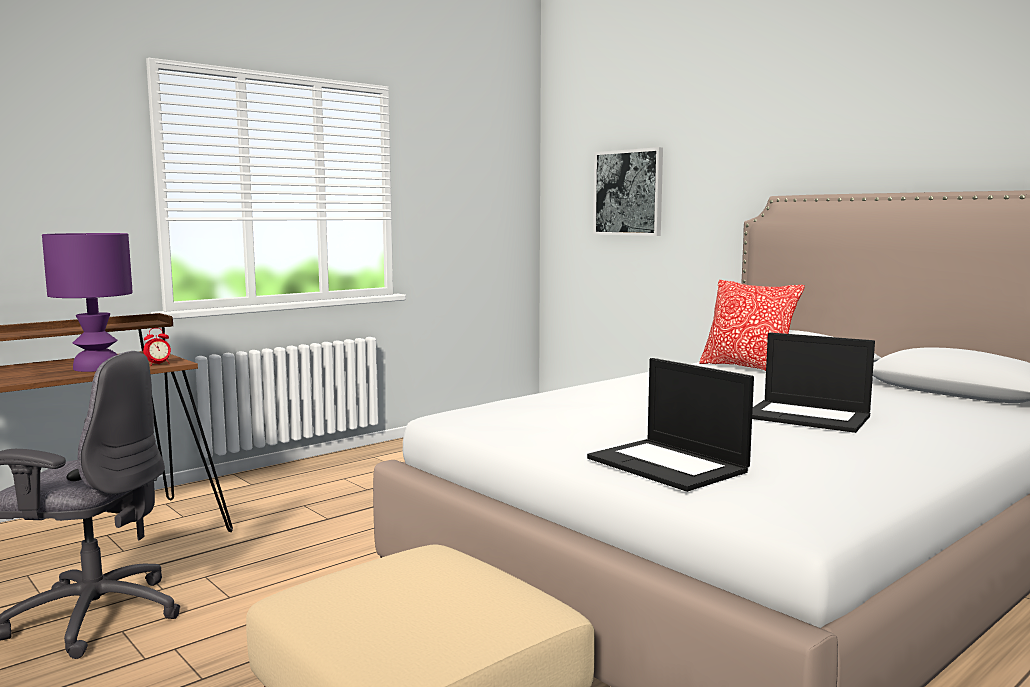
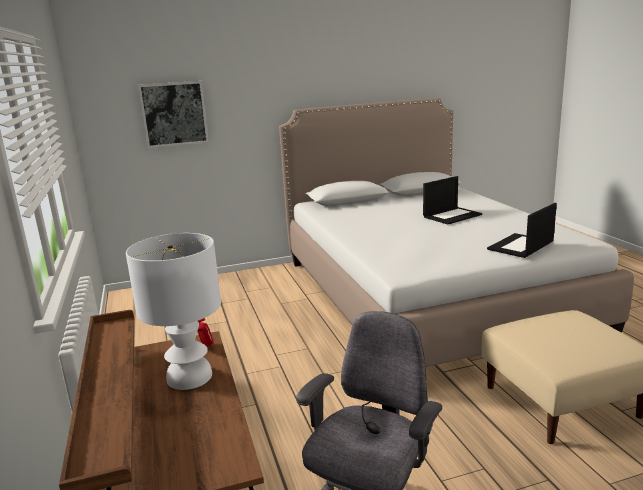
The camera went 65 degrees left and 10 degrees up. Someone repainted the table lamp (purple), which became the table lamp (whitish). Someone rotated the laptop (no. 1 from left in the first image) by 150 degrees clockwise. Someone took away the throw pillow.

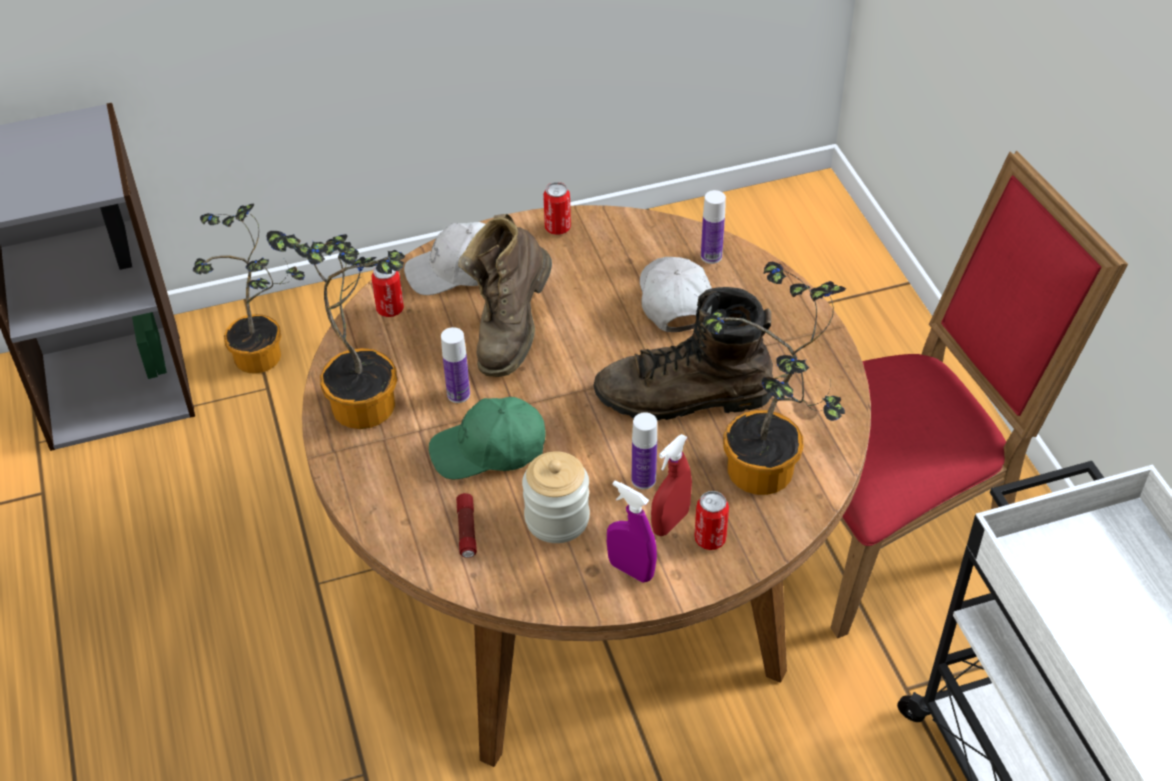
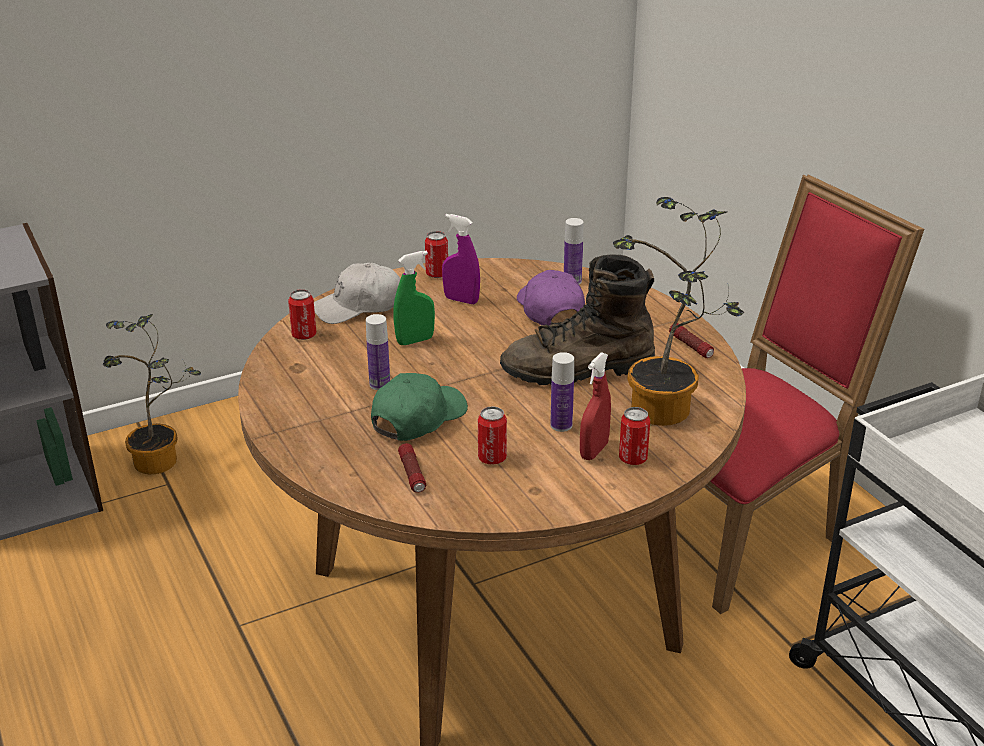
The camera went 10 degrees left and 15 degrees down. Someone rotated the cap (green-coloured) by 150 degrees clockwise. Someone swapped the high-top boot (brown-coloured) (no. 1 from left) for the spray bottle (green-coloured). Someone carried the spray bottle (purple). Someone swapped the preserve jar for the can (no. 3 from left). Someone repainted the cap (whitish) (no. 2 from left), which became the cap (purple). Someone put down the torch (no. 2 from left). Someone took away the plant in a pot (no. 2 from left).

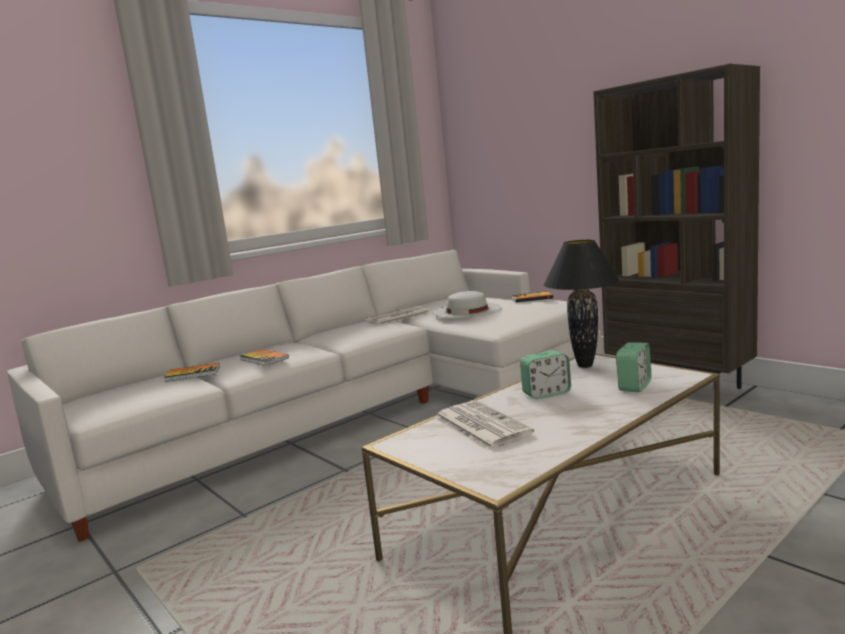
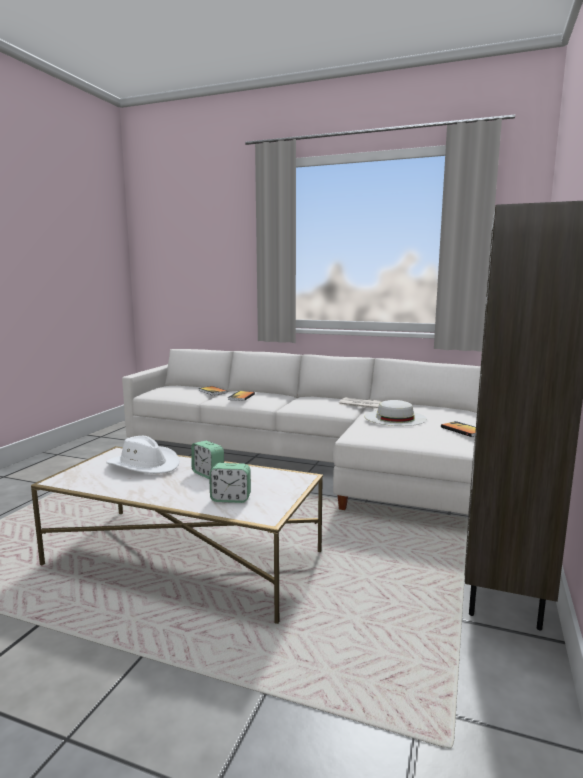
The camera went 60 degrees right and 0 degrees up. Someone swapped the daily paper (no. 2 from left) for the hat (whitish) (no. 1 from left). Someone took away the table lamp (black).

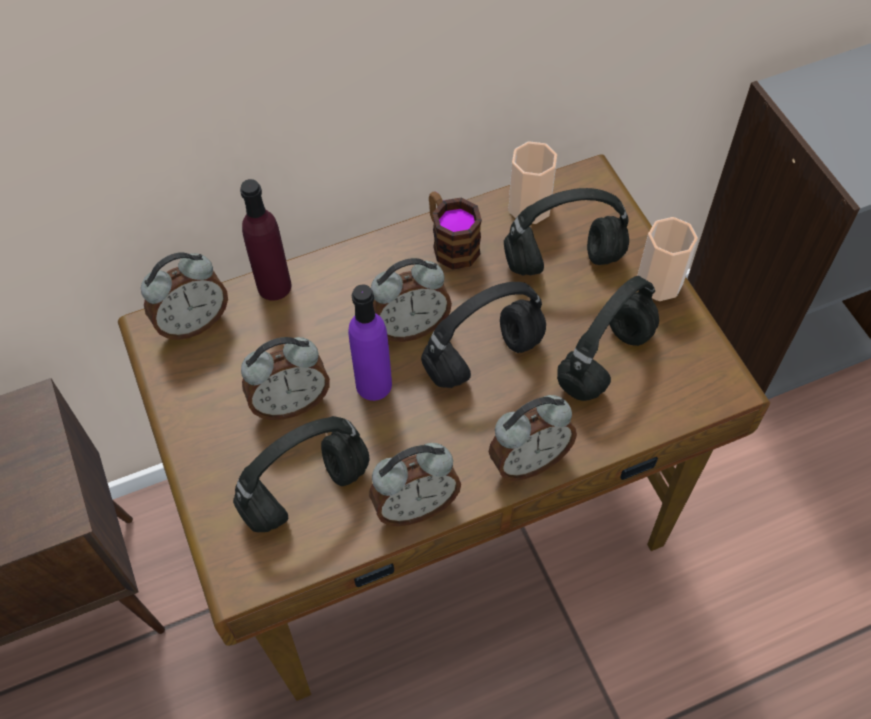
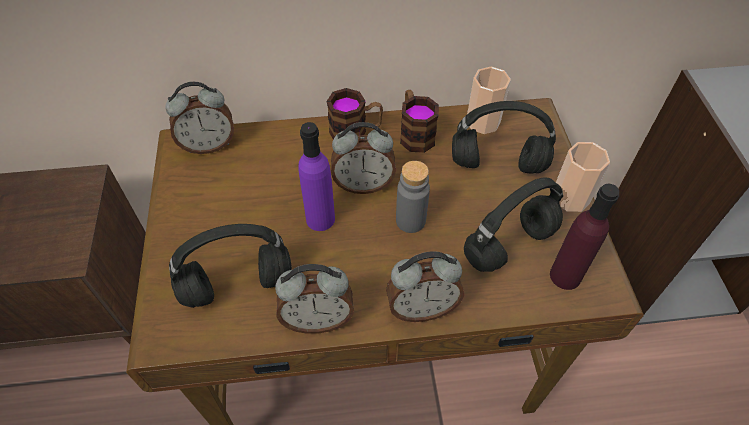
The camera went 15 degrees right and 5 degrees down. Someone put down the mug (no. 1 from left). Someone swapped the pair of headphones (black) (no. 2 from left) for the drink bottle (greyish). Someone carried the drink bottle (purple) (no. 1 from left in the first image). Someone took away the alarm clock (no. 2 from left).

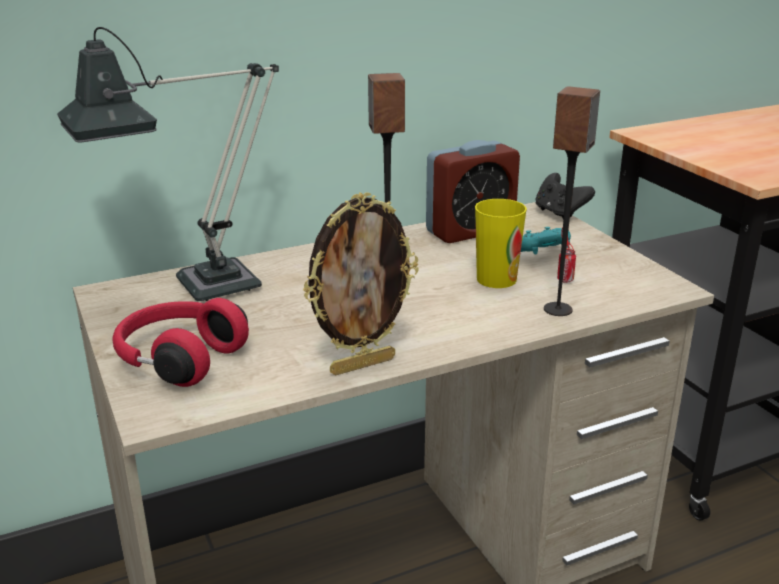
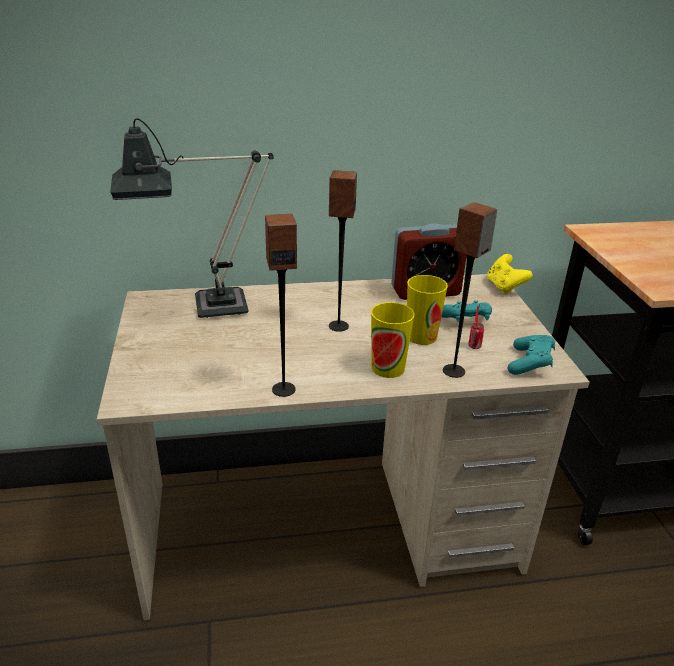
The camera went 15 degrees right and 5 degrees up. Someone swapped the photo frame for the audio speaker (no. 1 from left). Someone put down the small cup (no. 1 from left). Someone repainted the gamepad (black), which became the gamepad (yellow). Someone put down the gamepad (turquoise) (no. 2 from left). Someone took away the pair of headphones (red-coloured).

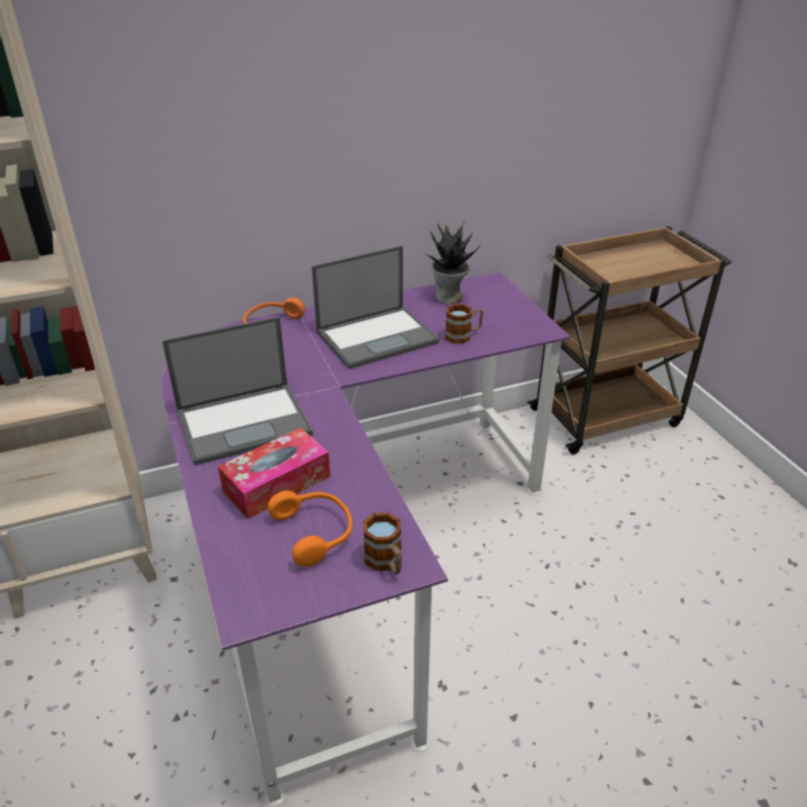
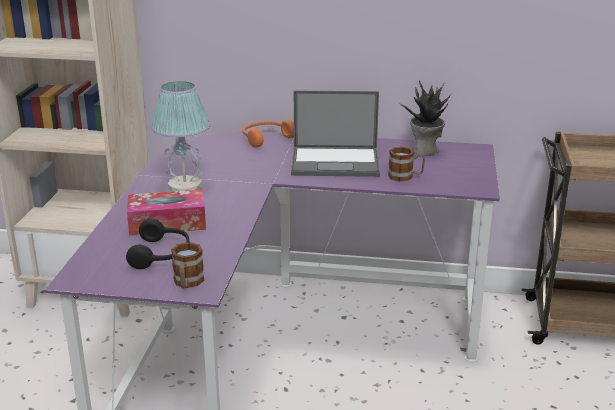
The camera went 30 degrees right and 10 degrees down. Someone repainted the pair of headphones (orange) (no. 2 from left), which became the pair of headphones (black). Someone swapped the laptop (no. 1 from left) for the table lamp.

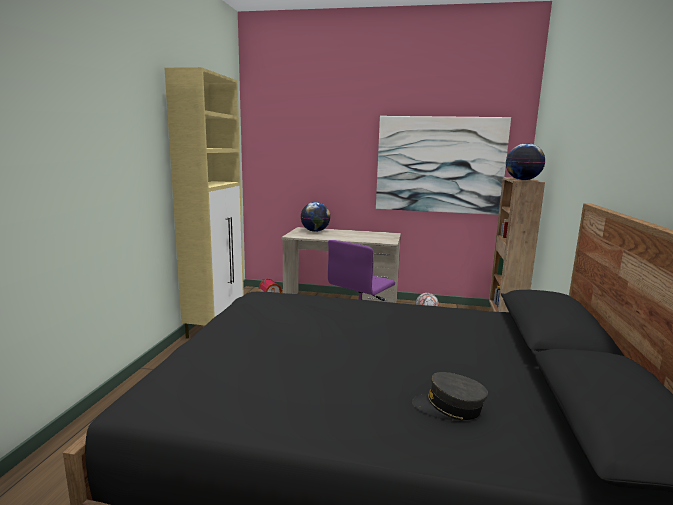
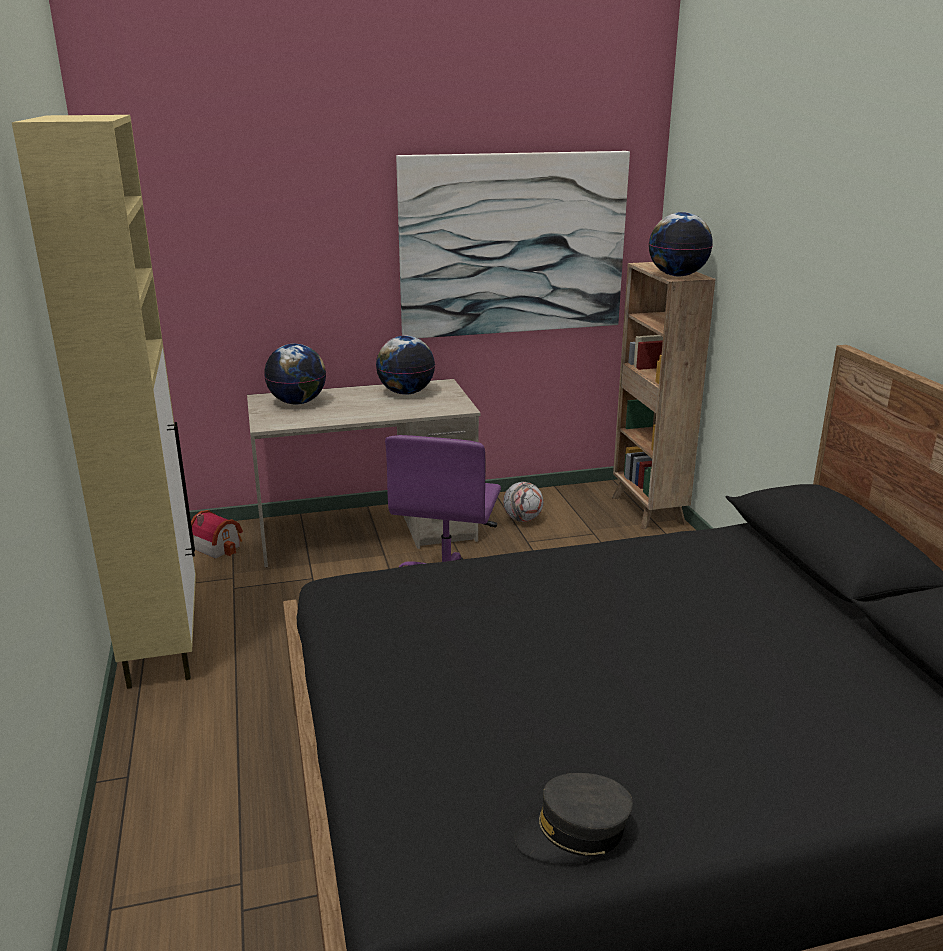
The camera went 25 degrees left and 10 degrees up. Someone put down the desk globe (no. 2 from left). Someone carried the cap (greyish).

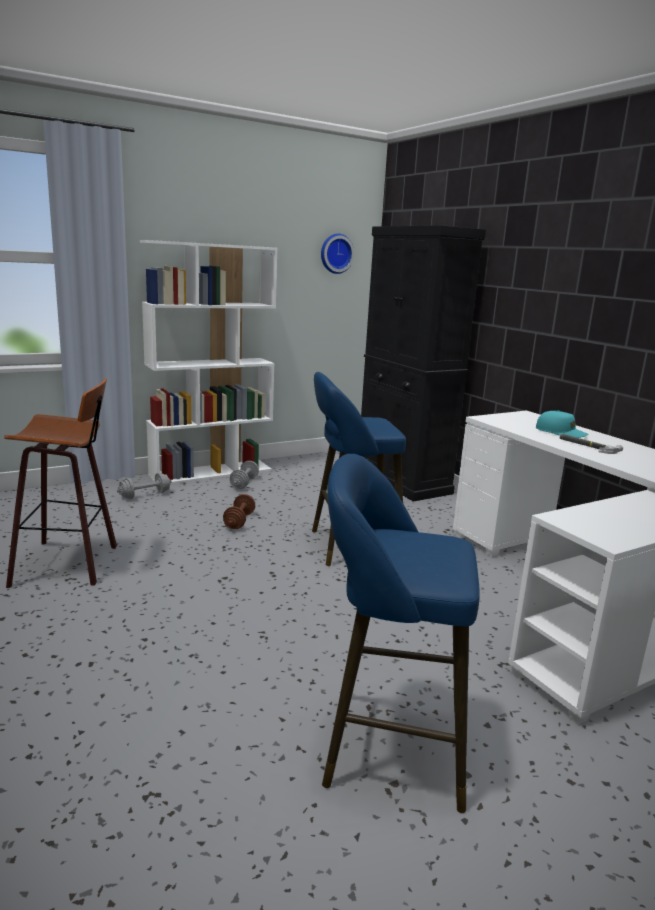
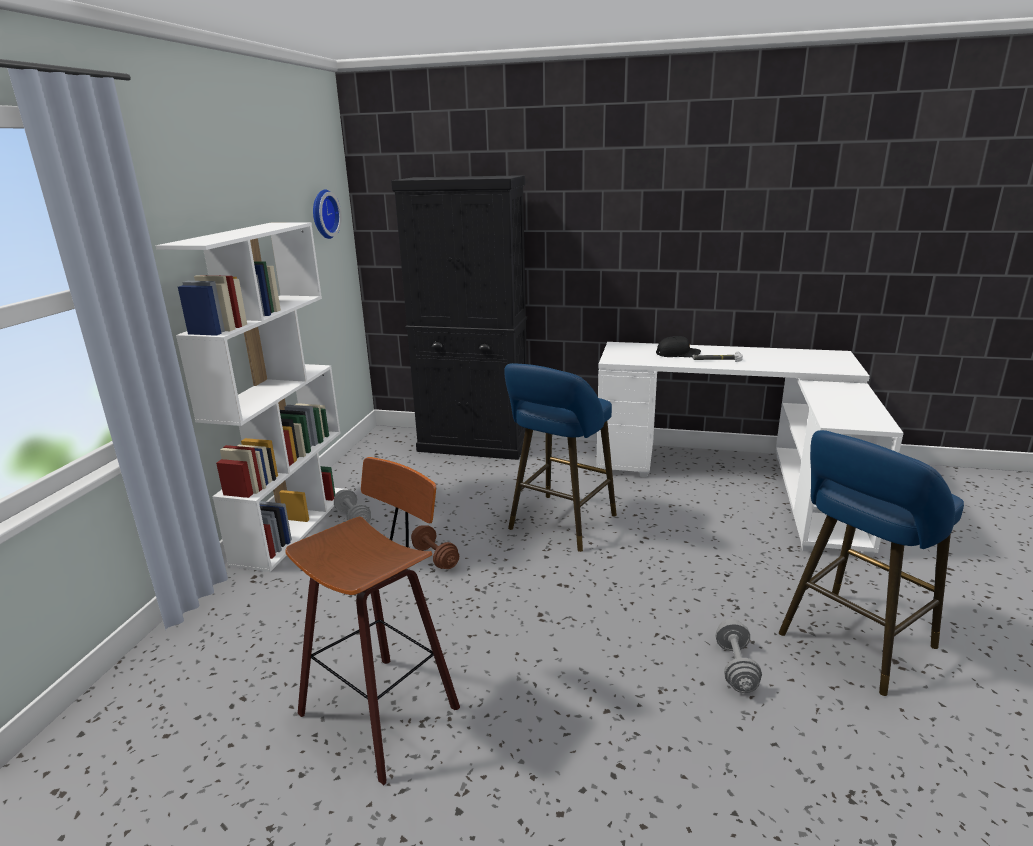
The camera went 45 degrees left and 5 degrees up. Someone repainted the cap (turquoise), which became the cap (black). Someone carried the free weight (greyish) (no. 1 from left in the first image).

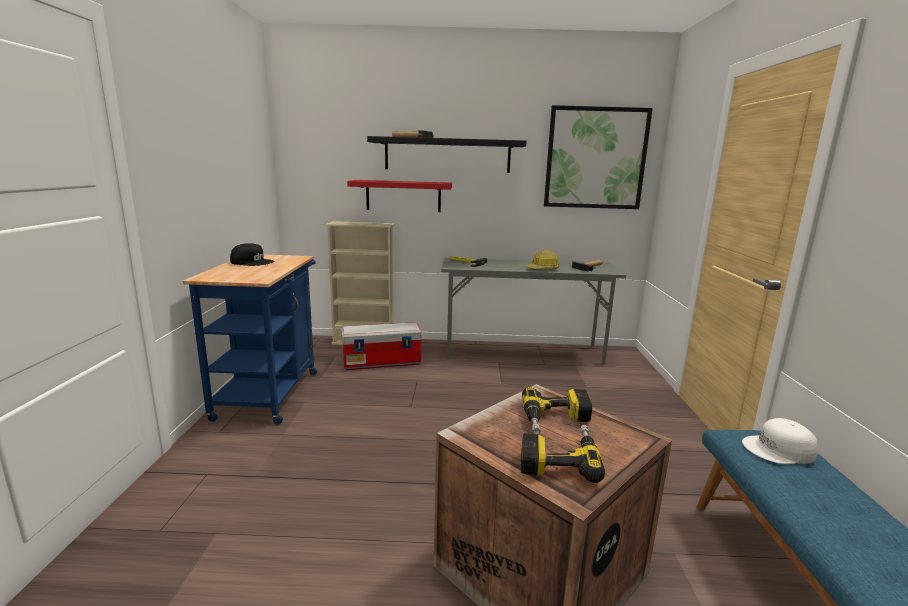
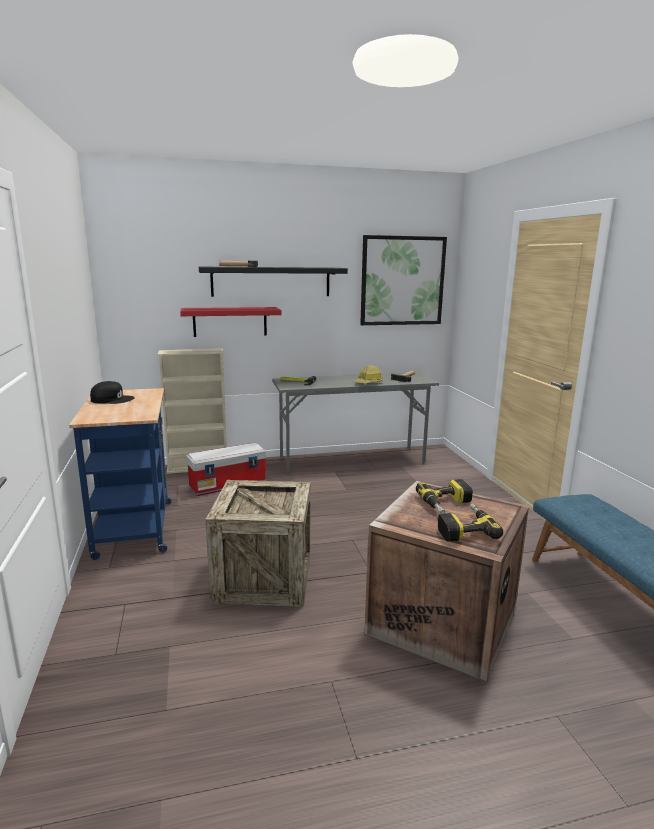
The camera went 15 degrees left and 0 degrees up. Someone put down the packing crate (no. 1 from left). Someone took away the cap (whitish).

